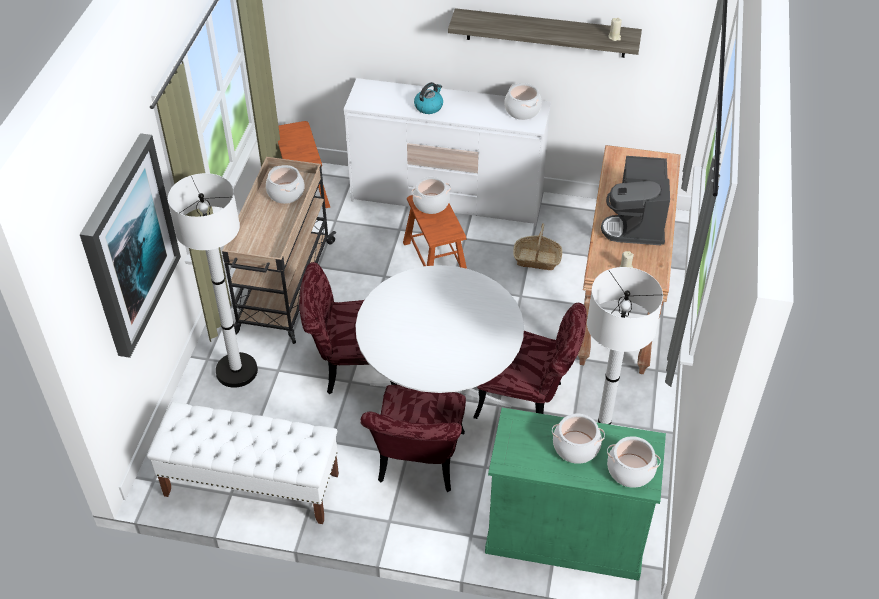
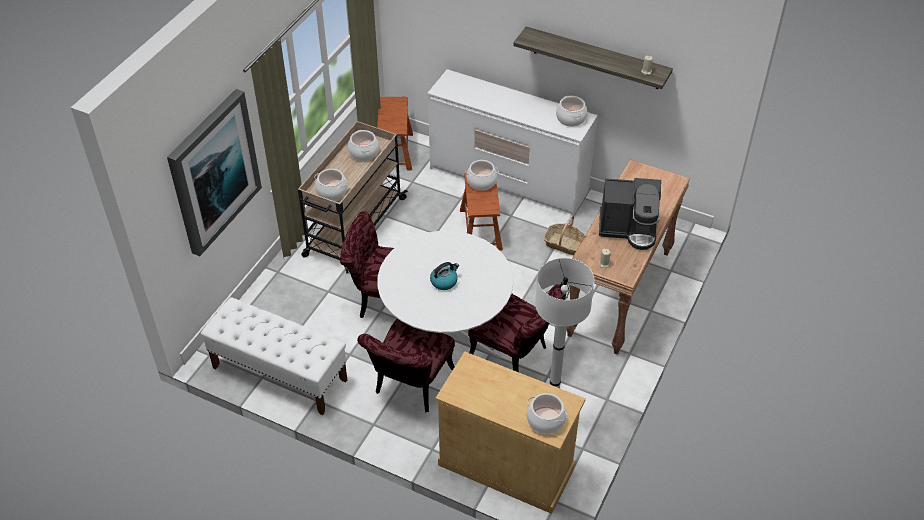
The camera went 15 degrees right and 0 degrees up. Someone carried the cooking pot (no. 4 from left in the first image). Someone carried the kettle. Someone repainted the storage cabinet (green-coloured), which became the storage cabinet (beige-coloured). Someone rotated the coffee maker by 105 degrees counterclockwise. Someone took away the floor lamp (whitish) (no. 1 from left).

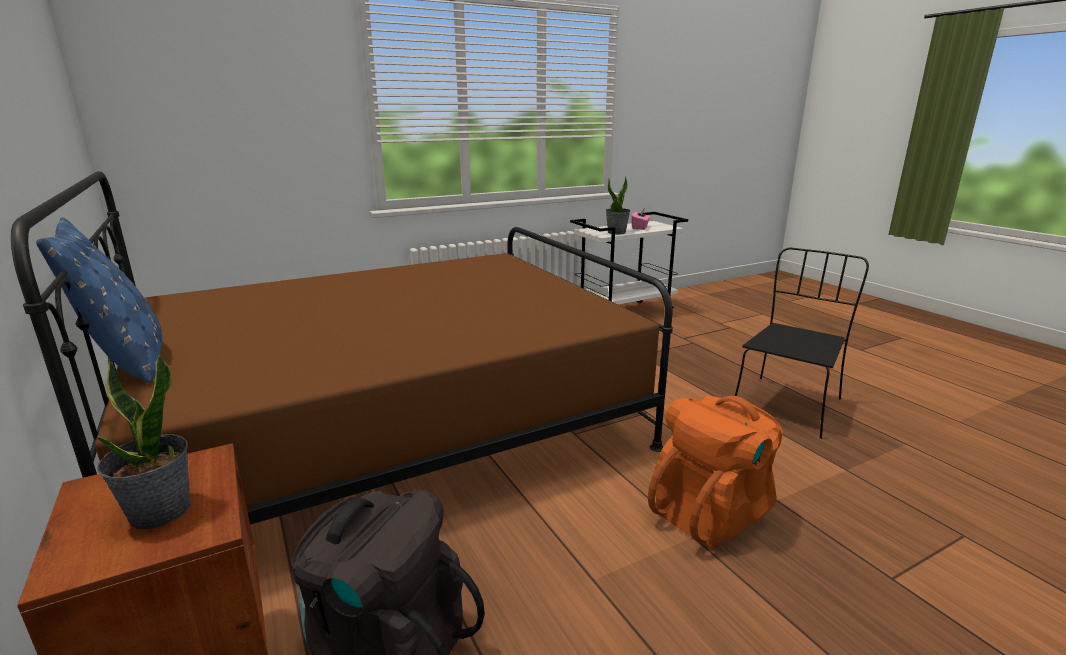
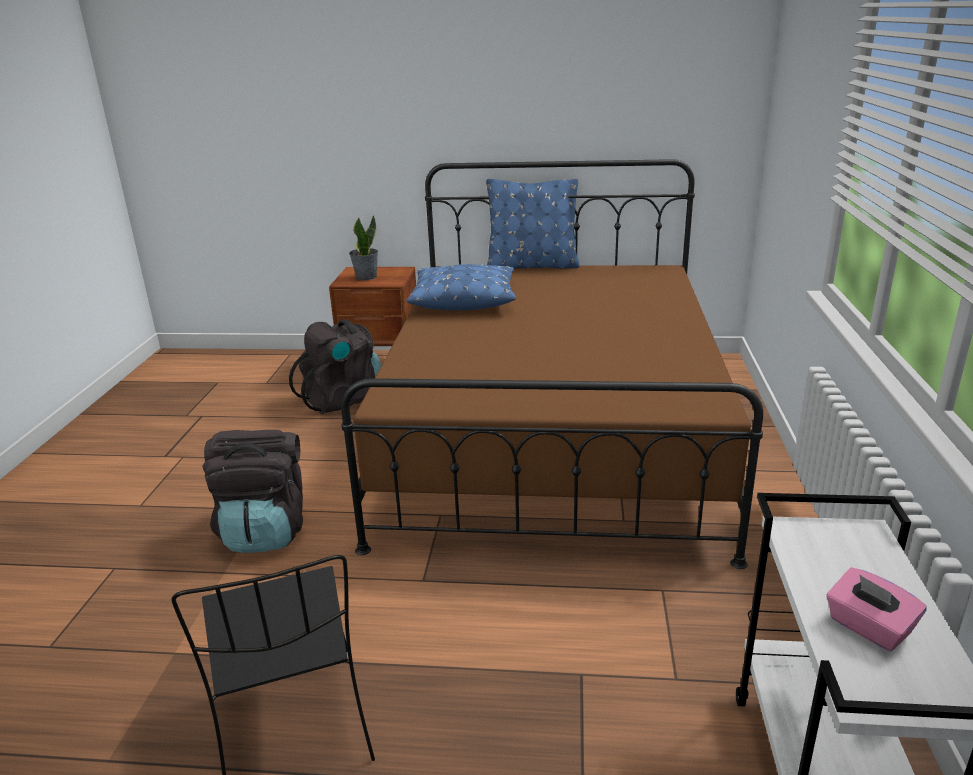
The camera went 125 degrees right and 5 degrees up. Someone repainted the rucksack (orange), which became the rucksack (black) (no. 1 from left). Someone put down the throw pillow (bluish) (no. 1 from left). Someone took away the plant in a pot (no. 2 from left).

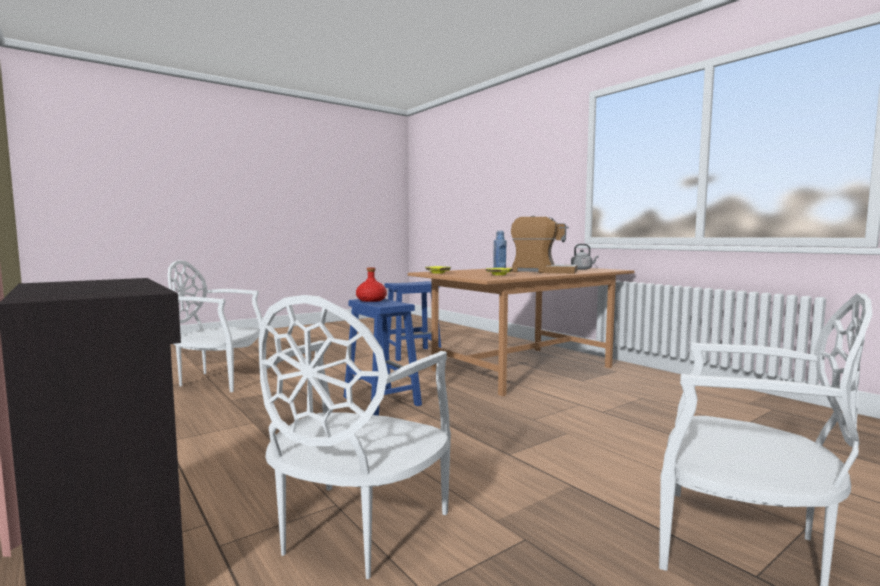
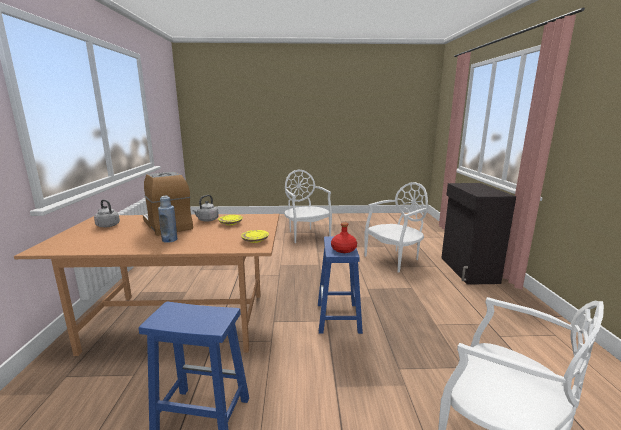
The camera went 145 degrees left and 10 degrees up. Someone put down the kettle (greyish) (no. 2 from left).

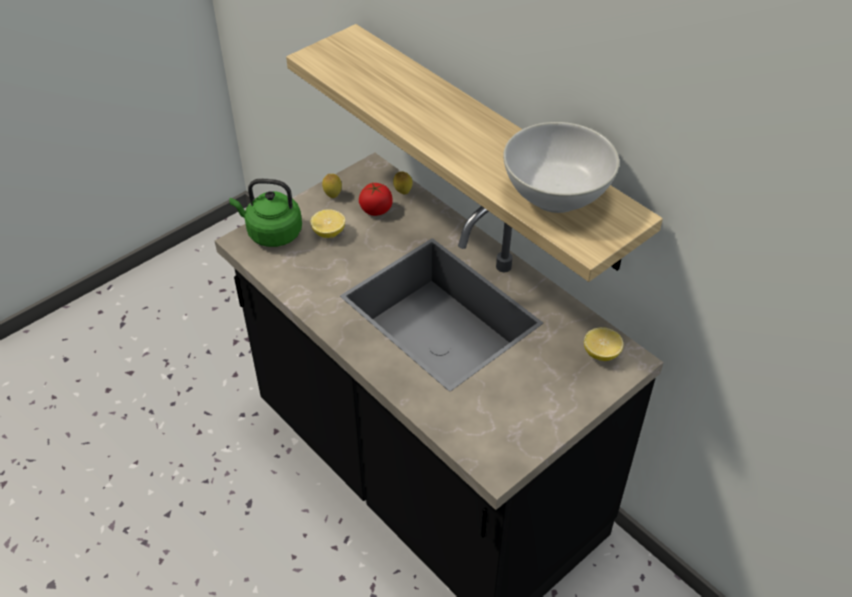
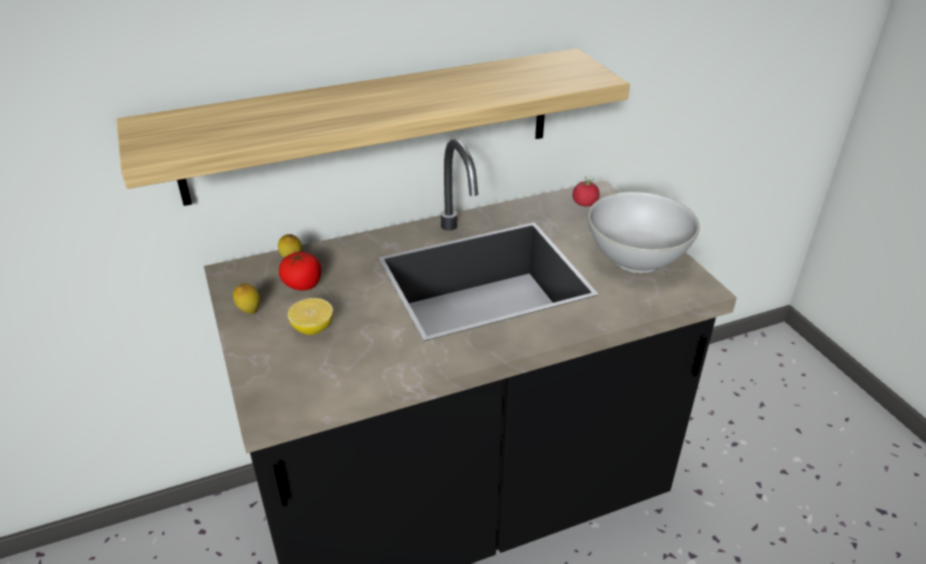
The camera went 70 degrees left and 10 degrees down. Someone swapped the citrus fruit (no. 4 from left) for the whole tomato (no. 2 from left). Someone carried the serving bowl (whitish). Someone took away the kettle (green-coloured).

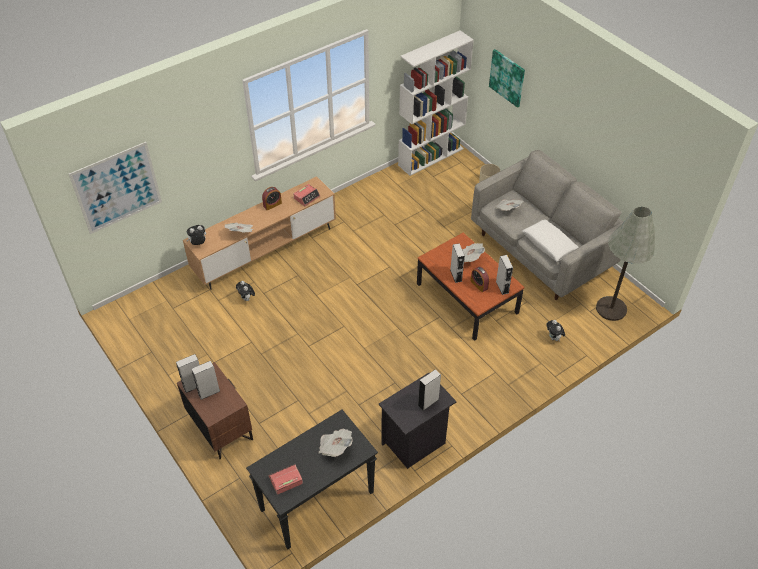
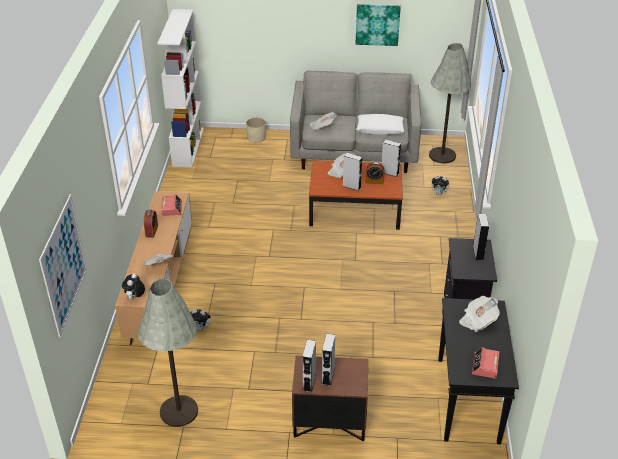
The camera went 50 degrees left and 10 degrees down. Someone put down the floor lamp (greyish) (no. 1 from left). Someone carried the wall picture (no. 2 from left).

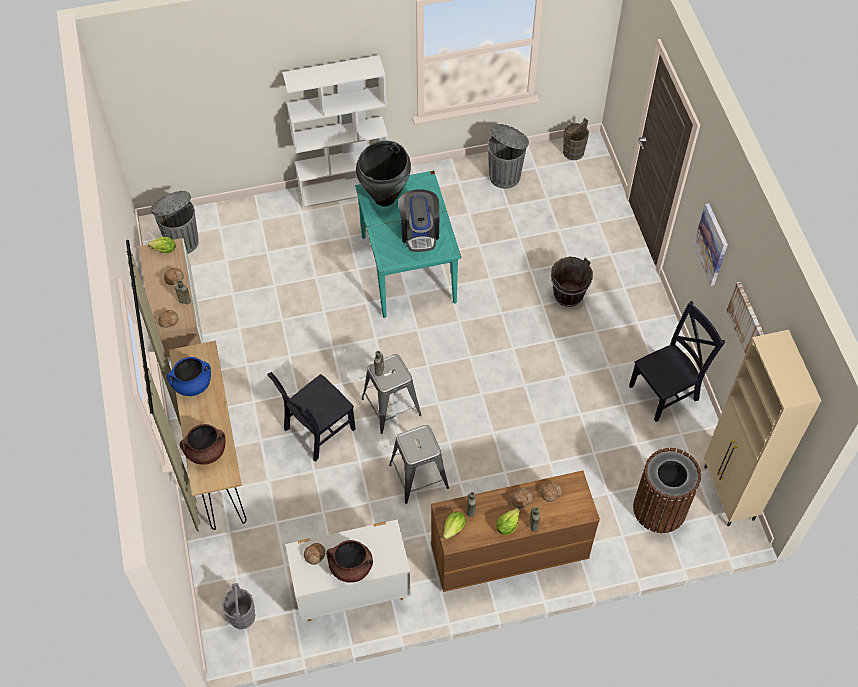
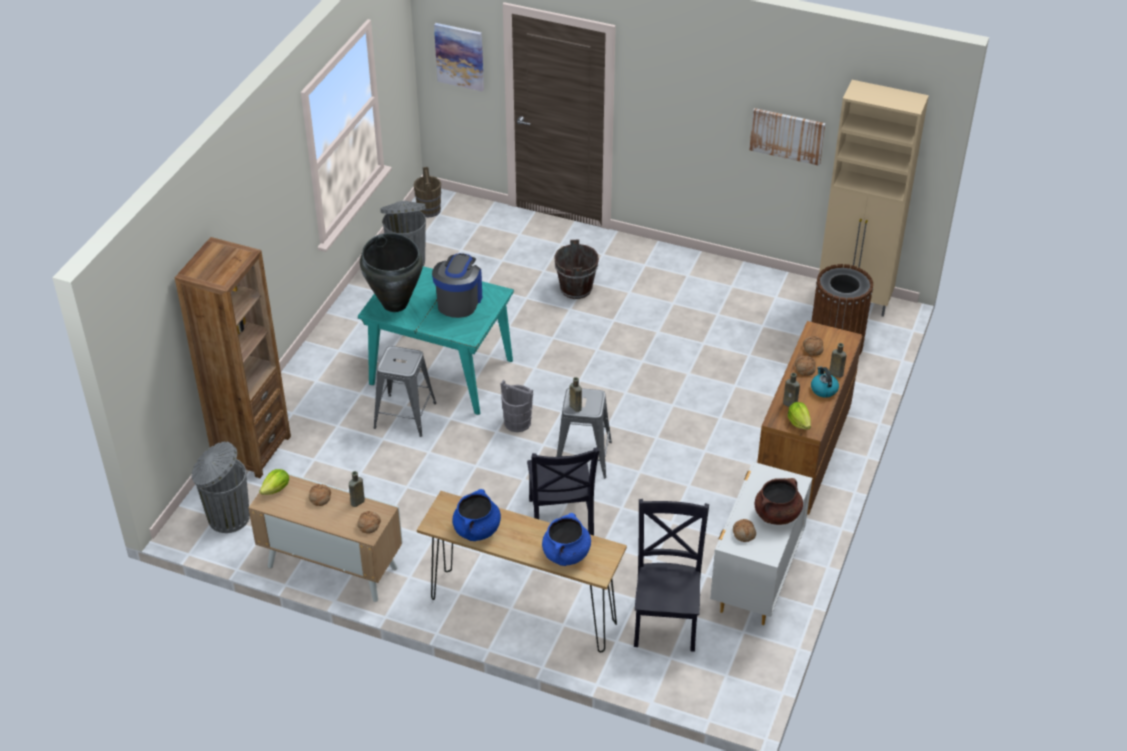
The camera went 55 degrees left and 15 degrees down. Someone put down the shelving unit (brown-coloured). Someone carried the stool (greyish) (no. 2 from left in the first image). Someone rotated the coffee maker by 105 degrees counterclockwise. Someone carried the wall picture (no. 1 from left). Someone carried the pail (greyish). Someone repainted the cooking pot (brown-coloured) (no. 1 from left), which became the cooking pot (bluish) (no. 2 from left). Someone carried the upright chair (black) (no. 2 from left). Someone swapped the head of lettuce (no. 3 from left) for the kettle. Someone took away the shelving unit (whitish).

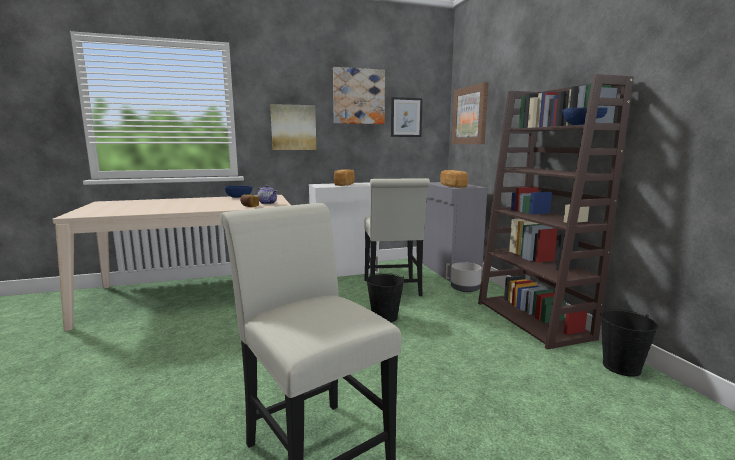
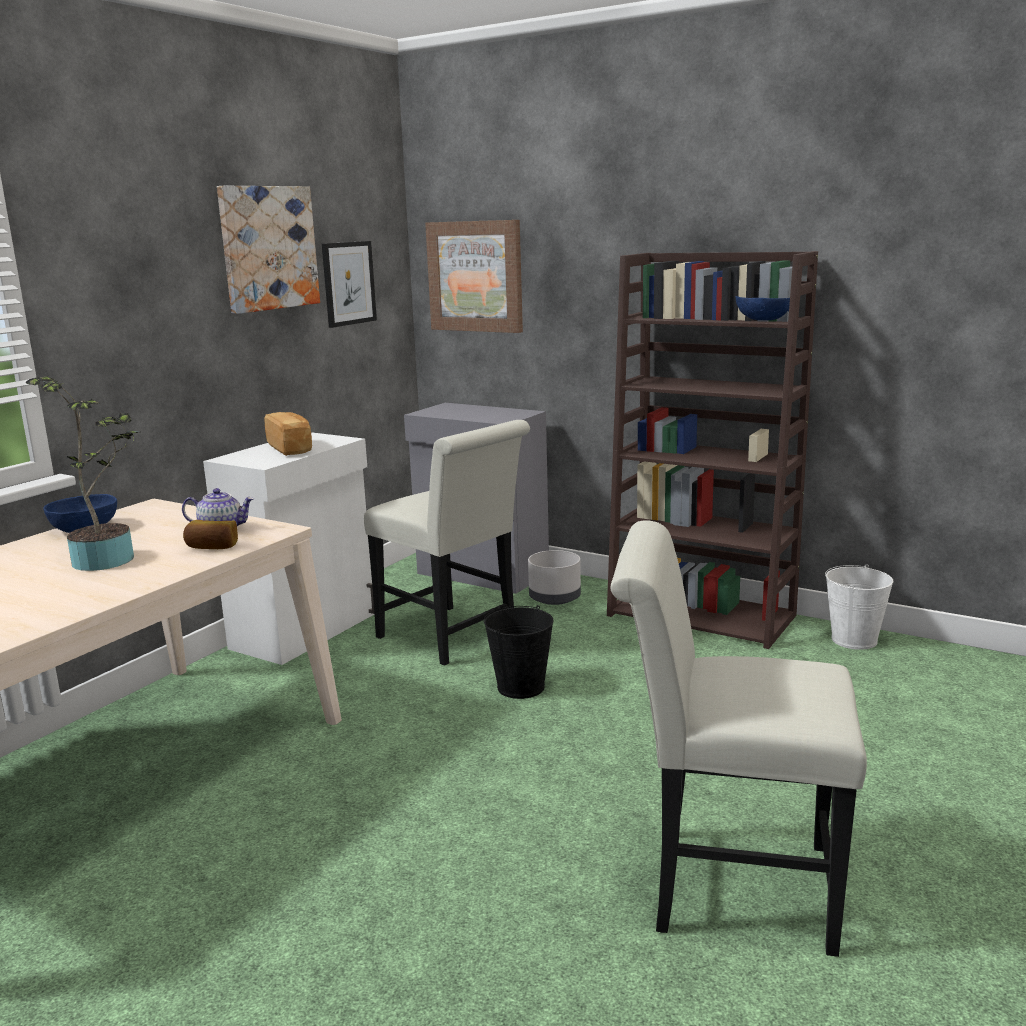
The camera went 40 degrees left and 5 degrees up. Someone put down the plant in a pot. Someone repainted the pail (black) (no. 2 from left), which became the pail (whitish). Someone took away the wall picture (no. 1 from left). Someone took away the bakery bread (no. 3 from left).

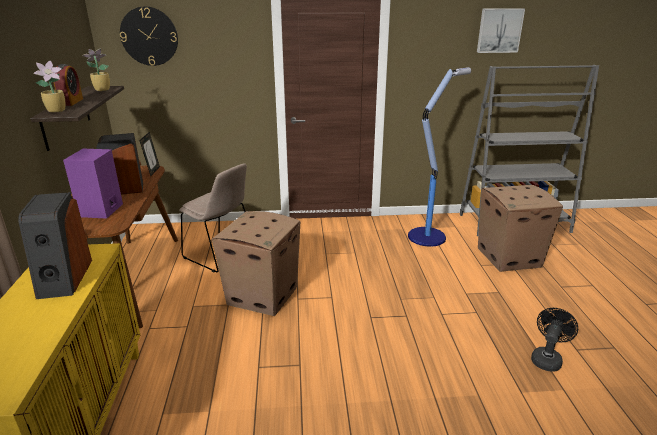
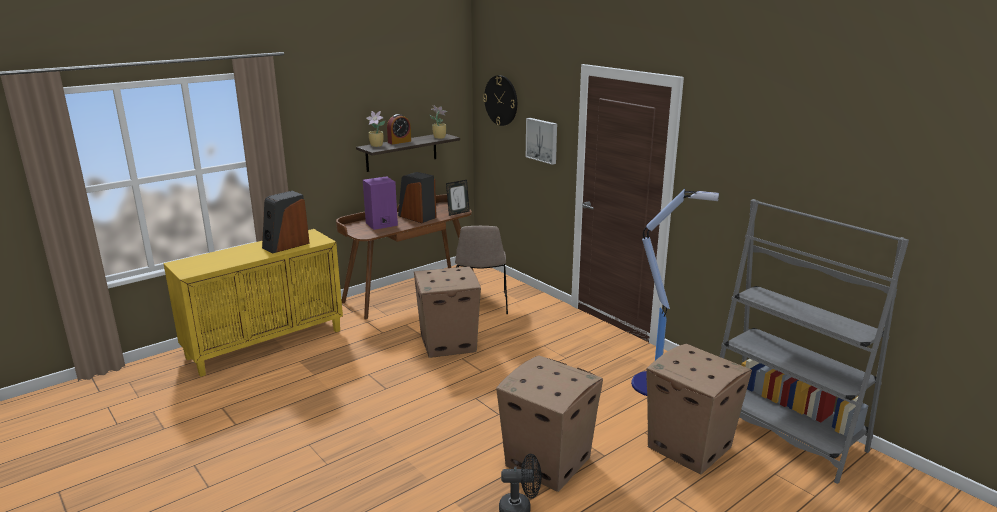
The camera went 55 degrees right and 5 degrees down. Someone put down the carton (no. 2 from left). Someone carried the wall picture.

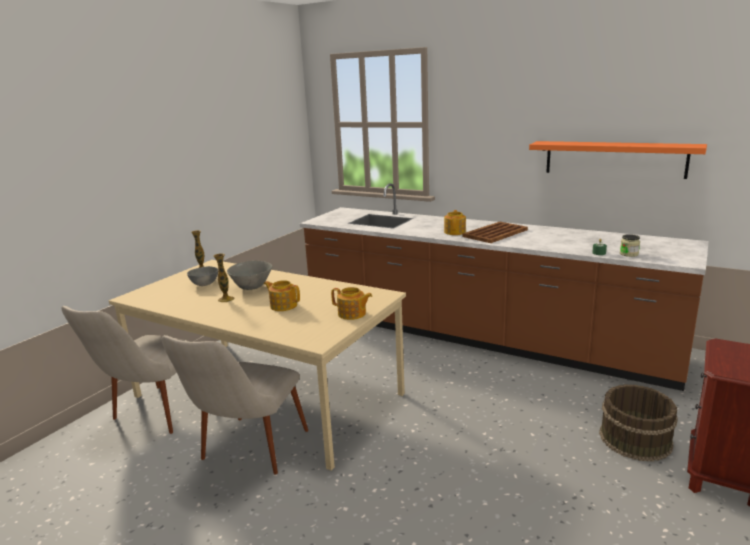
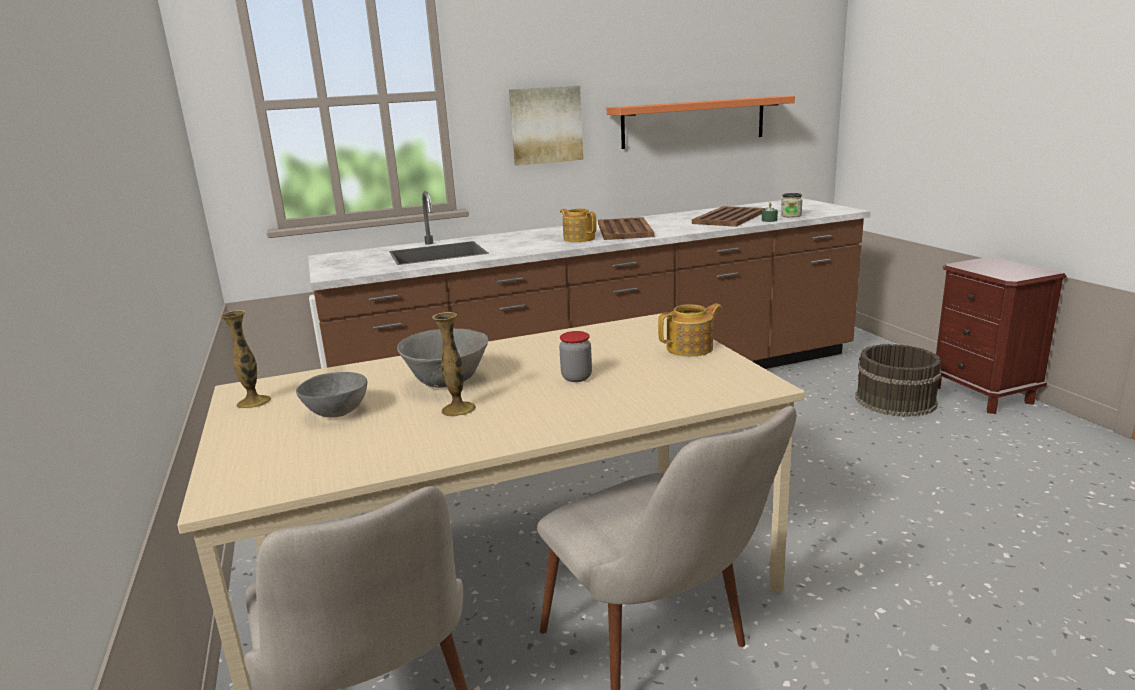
The camera went 50 degrees left and 0 degrees up. Someone put up the wall picture. Someone swapped the tea pot (no. 1 from left) for the preserve jar (no. 1 from left). Someone put down the serving tray (brown-coloured) (no. 2 from left).

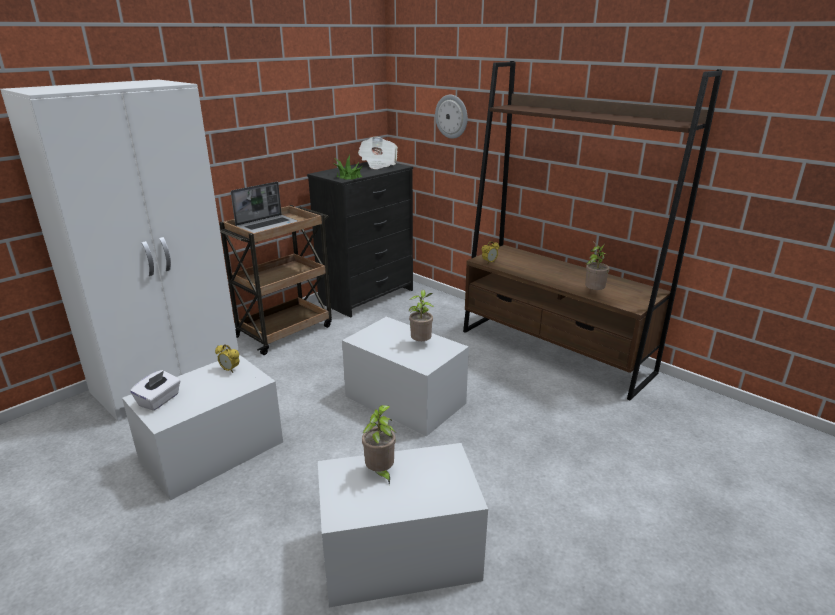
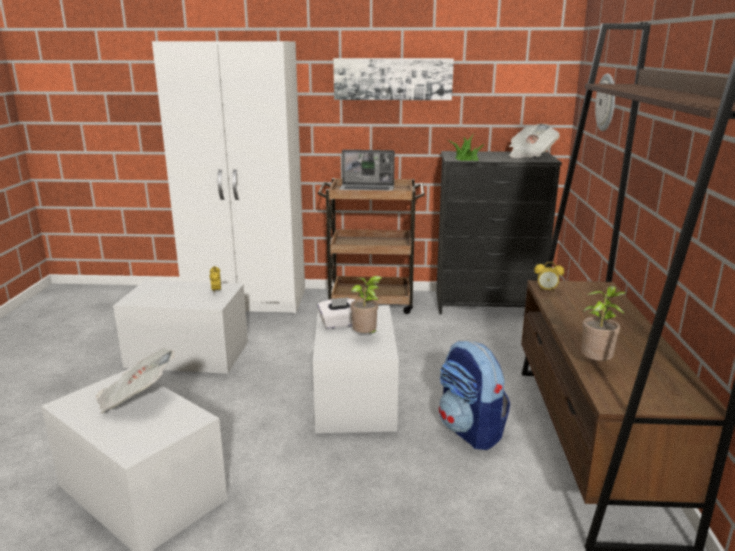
The camera went 50 degrees right and 5 degrees down. Someone swapped the plant in a pot (no. 2 from left) for the daily paper (no. 1 from left). Someone carried the tissue holder (whitish). Someone put up the wall picture. Someone put down the rucksack.

